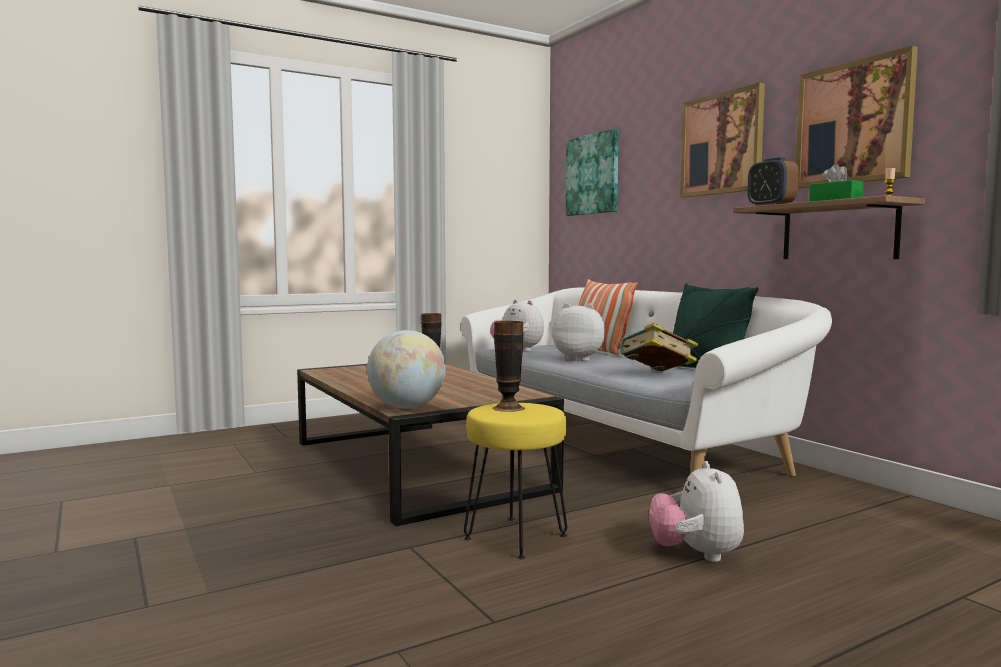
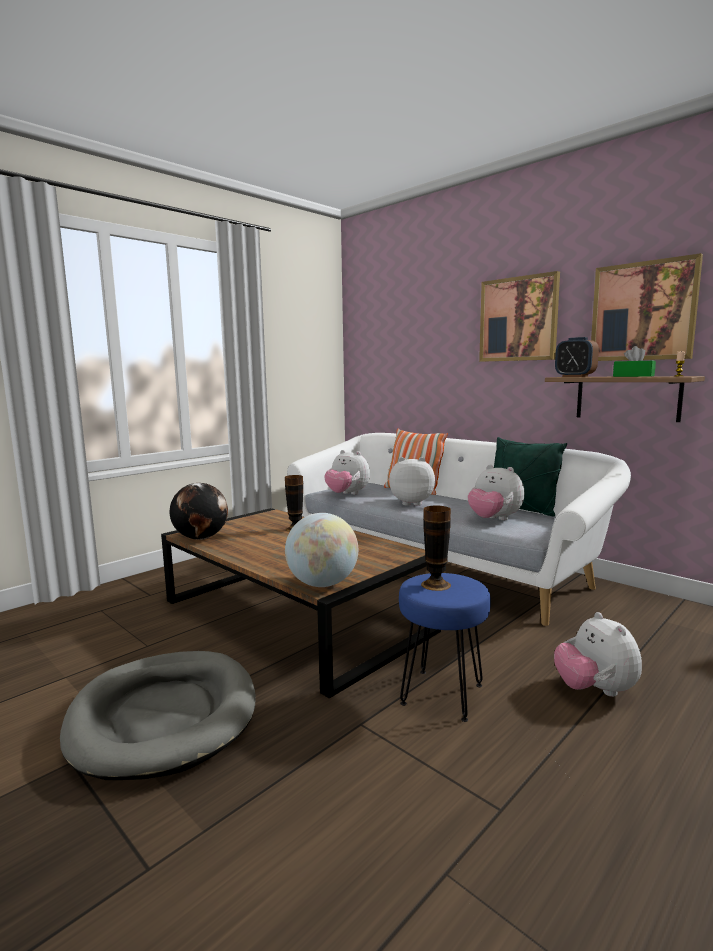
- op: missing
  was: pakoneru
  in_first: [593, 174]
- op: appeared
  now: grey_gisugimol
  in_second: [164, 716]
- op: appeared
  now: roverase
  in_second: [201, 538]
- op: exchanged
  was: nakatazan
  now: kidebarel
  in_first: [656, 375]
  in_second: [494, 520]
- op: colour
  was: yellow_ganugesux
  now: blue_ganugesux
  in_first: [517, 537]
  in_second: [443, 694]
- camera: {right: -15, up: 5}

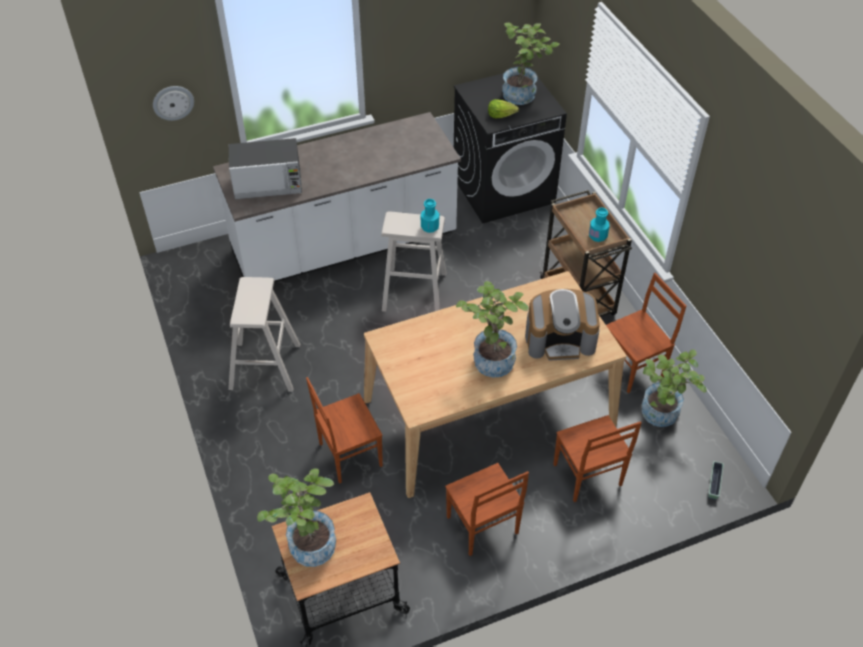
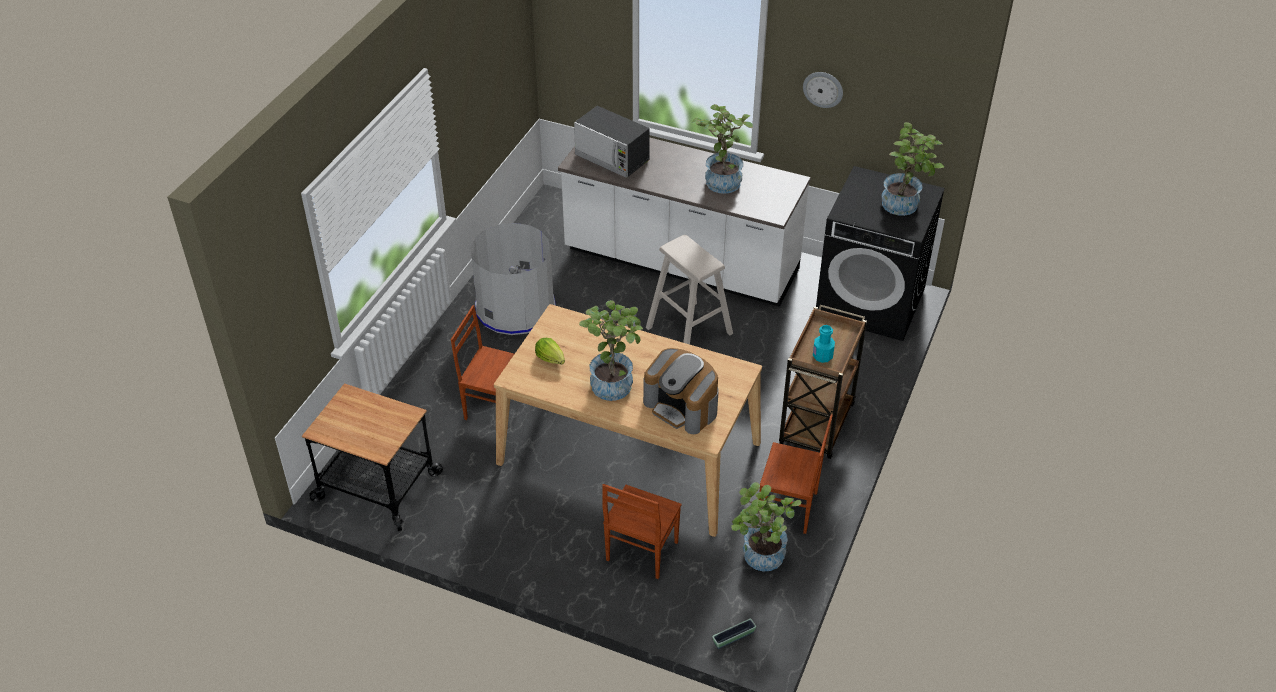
- op: missing
  was: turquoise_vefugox
  in_first: [430, 227]
- op: missing
  was: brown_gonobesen
  in_first: [482, 526]
- op: relocated
  was: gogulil
  in_first: [173, 102]
  in_second: [823, 89]
- op: relocated
  was: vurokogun
  in_first: [306, 543]
  in_second: [721, 179]
- op: relocated
  was: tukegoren
  in_first: [501, 115]
  in_second: [551, 358]
- op: exchanged
  was: beige_ganugesux
  now: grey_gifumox
  in_first: [265, 366]
  in_second: [515, 308]
- camera: {right: 45, up: -5}

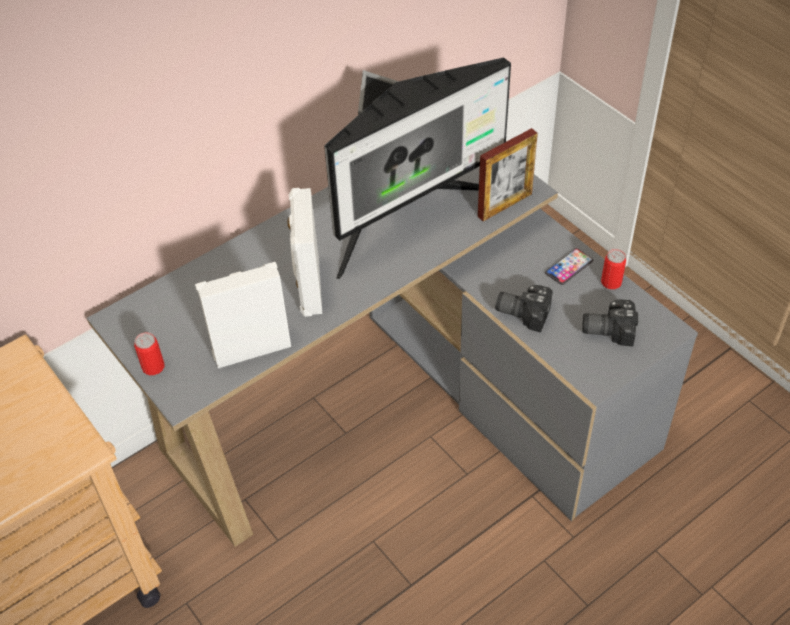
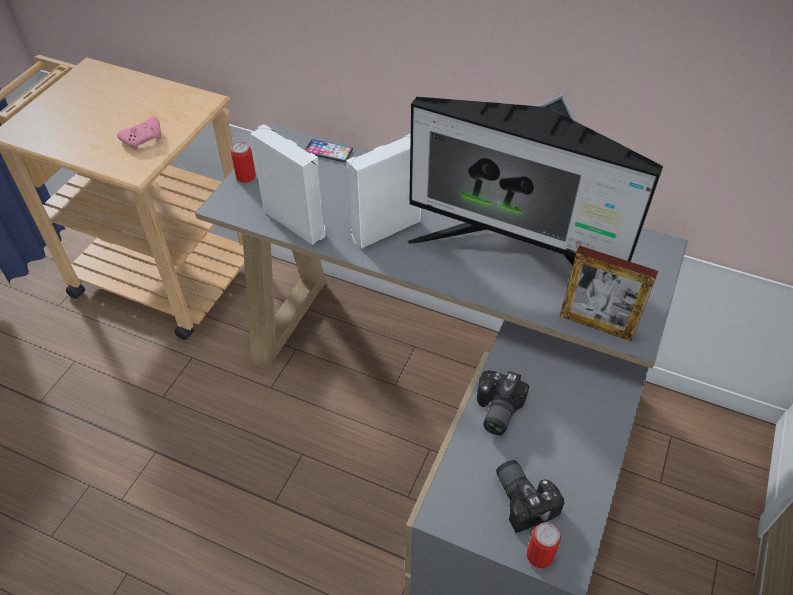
- op: appeared
  now: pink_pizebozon
  in_second: [144, 139]
- op: relocated
  was: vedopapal
  in_first: [569, 267]
  in_second: [328, 151]
- op: relocated
  was: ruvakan
  in_first: [611, 282]
  in_second: [539, 555]
- op: spun
  was: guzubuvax
  in_first: [523, 311]
  in_second: [495, 410]
  clockwise: -150
- camera: {right: 60, up: 0}

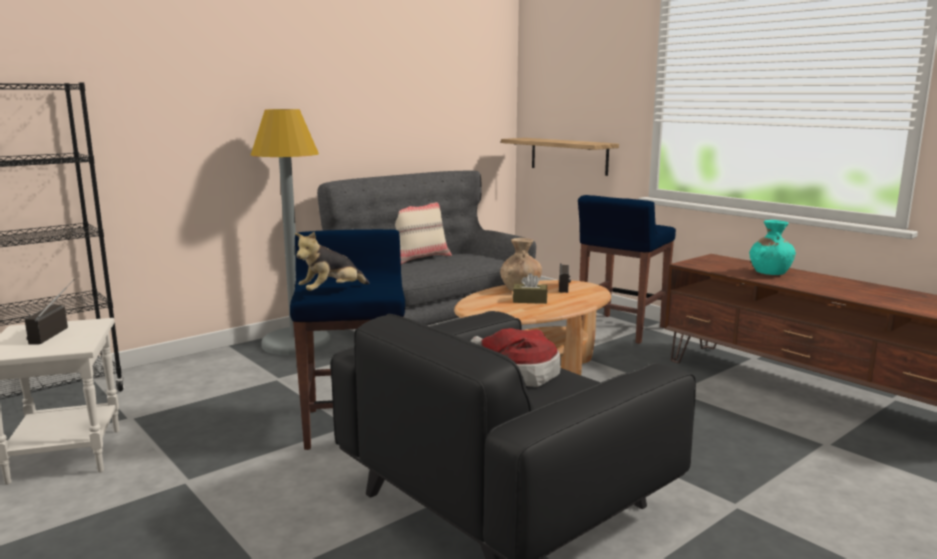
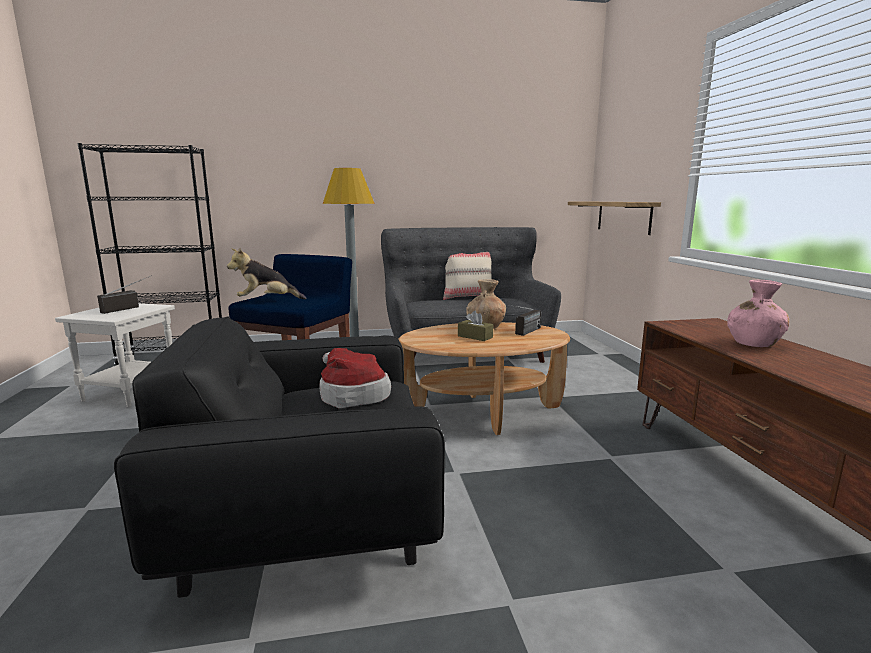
- op: missing
  was: blue_ganugesux
  in_first: [620, 329]
- op: colour
  was: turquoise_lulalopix
  now: pink_lulalopix
  in_first: [769, 273]
  in_second: [753, 344]
- camera: {right: 30, up: 0}

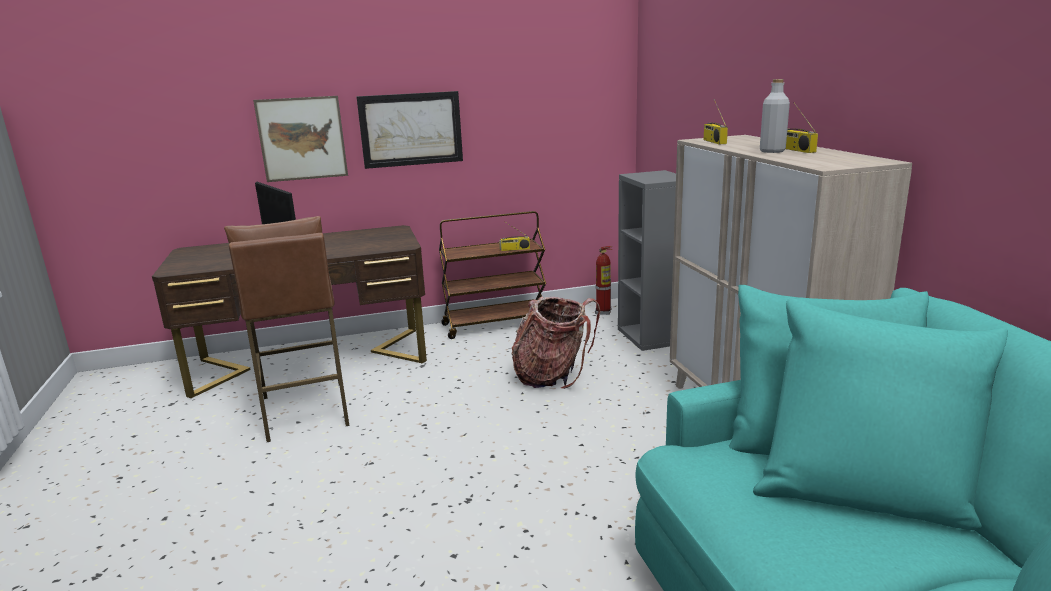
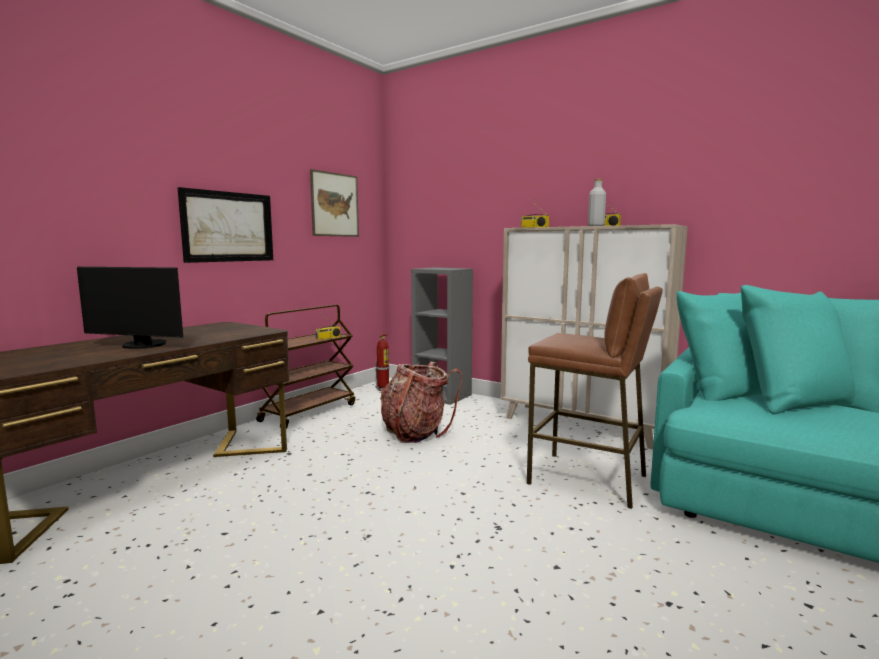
- op: relocated
  was: brown_ganugesux
  in_first: [305, 411]
  in_second: [588, 479]
- op: relocated
  was: pakoneru
  in_first: [302, 138]
  in_second: [335, 205]
- camera: {right: -40, up: -10}

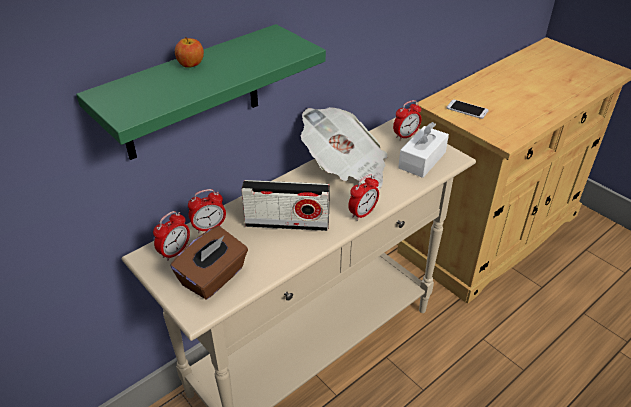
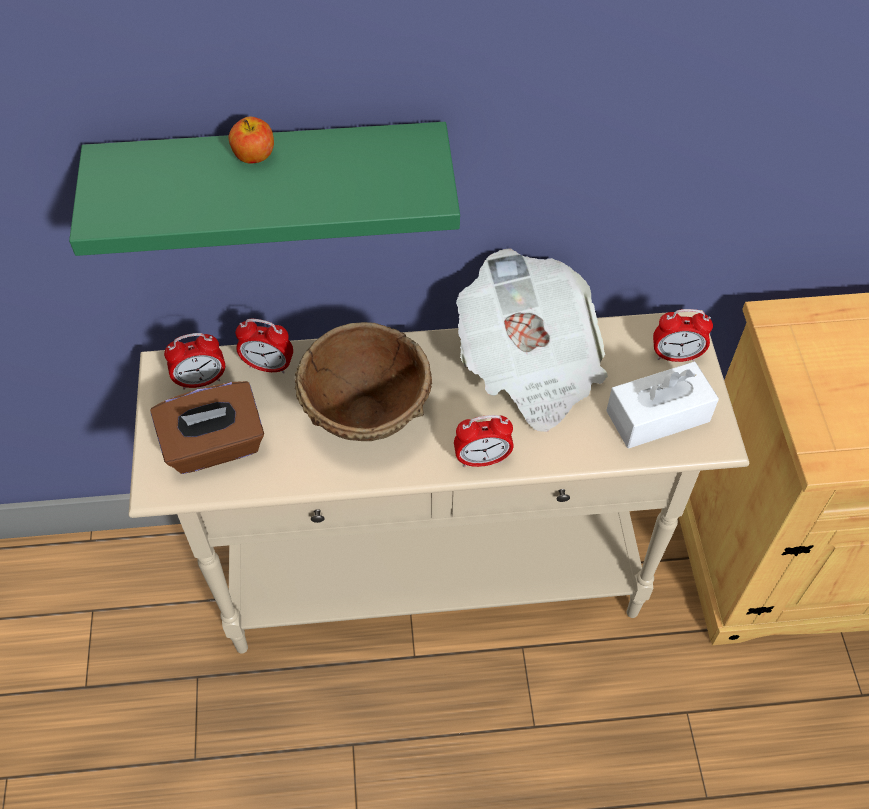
- op: missing
  was: vedopapal
  in_first: [467, 109]
- op: exchanged
  was: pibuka
  now: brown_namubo
  in_first: [287, 223]
  in_second: [368, 416]
- camera: {right: 35, up: 15}

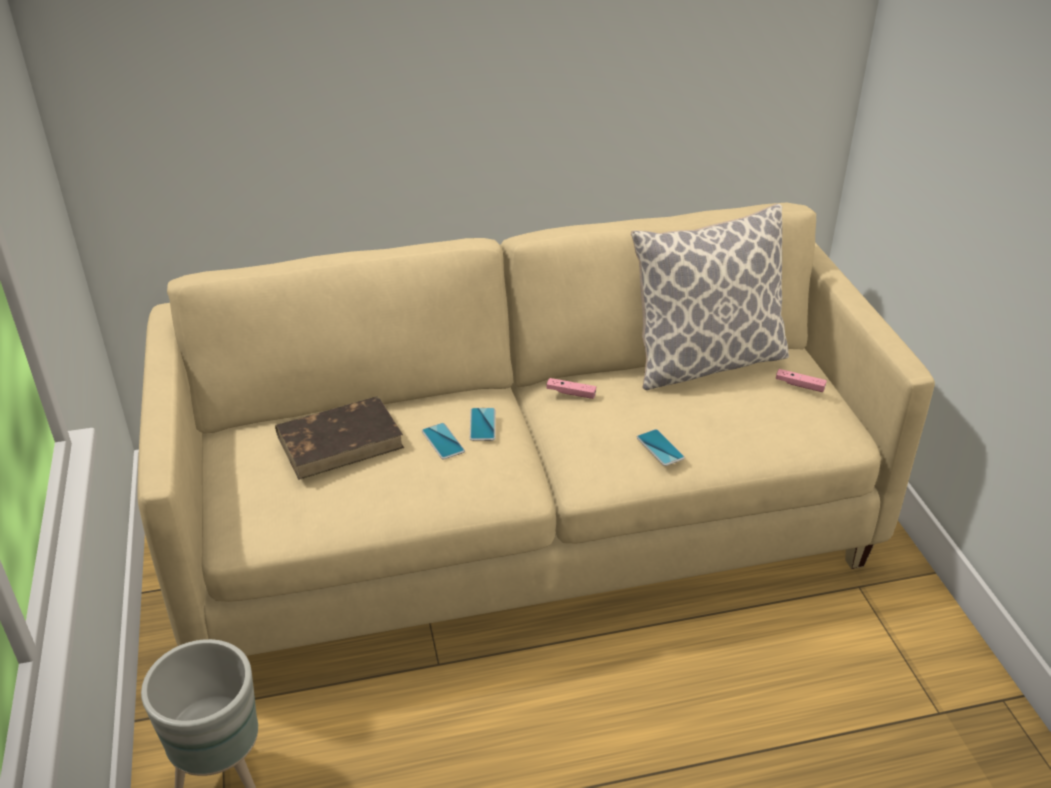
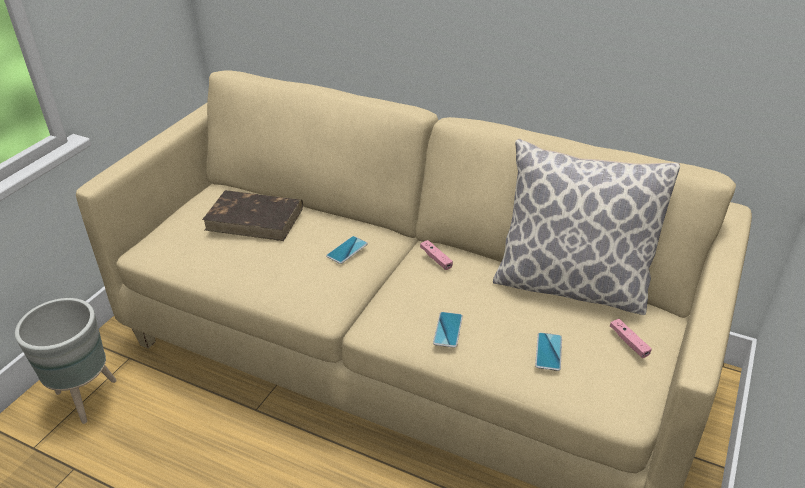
- op: relocated
  was: vedopapal
  in_first: [443, 441]
  in_second: [548, 352]
- camera: {right: 40, up: 0}

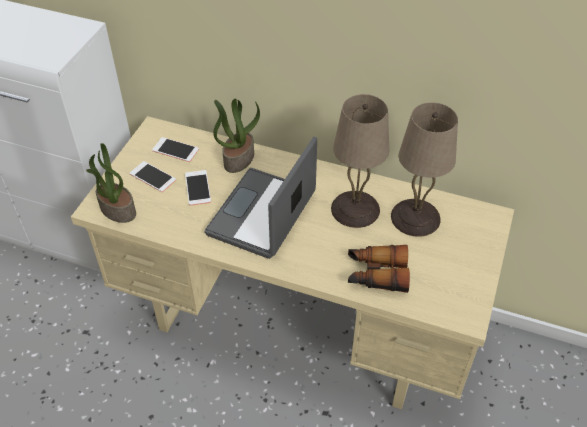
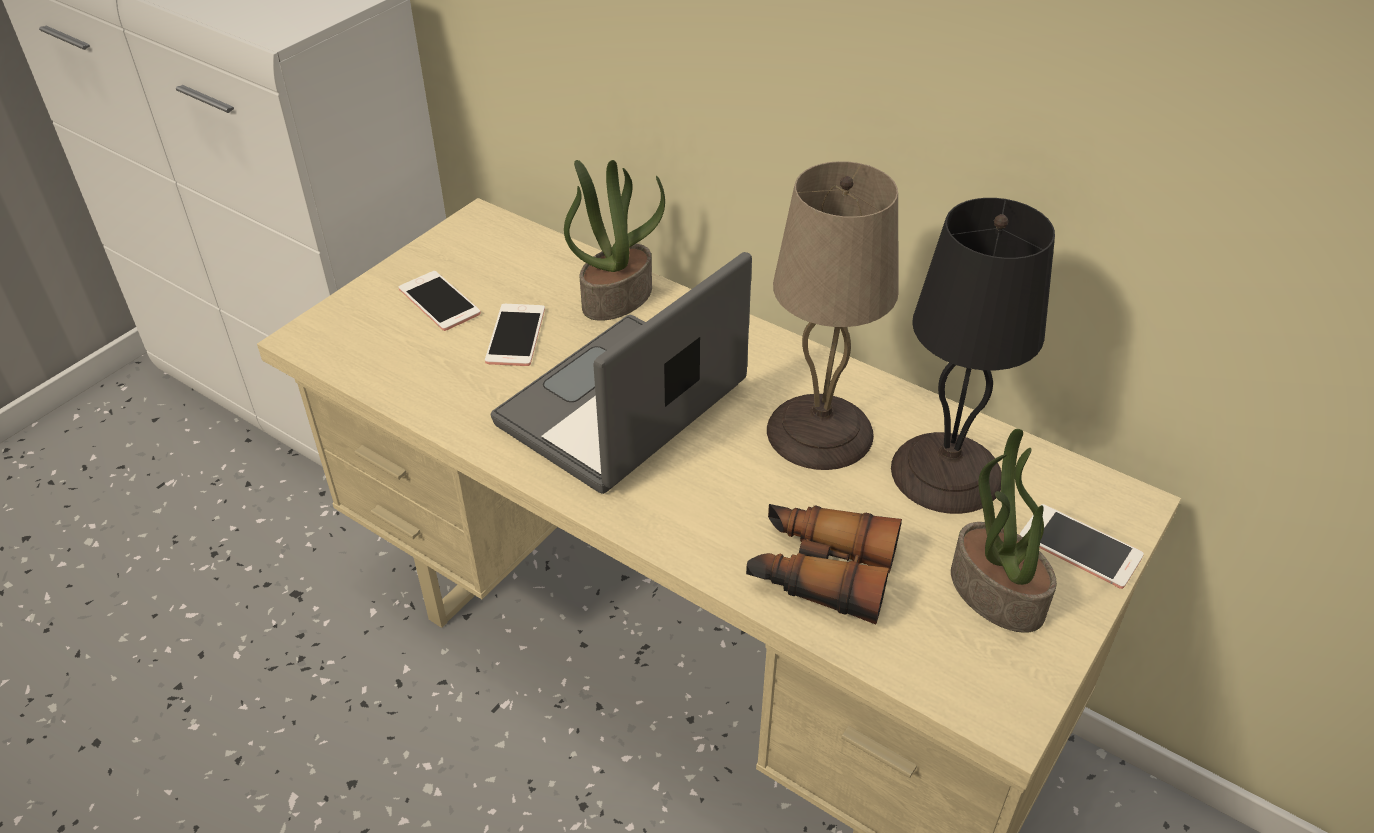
- op: relocated
  was: vurokogun
  in_first: [117, 210]
  in_second: [994, 593]
- op: relocated
  was: vedopapal
  in_first: [175, 150]
  in_second: [1080, 547]
- op: colour
  was: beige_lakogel
  now: black_lakogel
  in_first: [414, 218]
  in_second: [944, 473]
- camera: {right: 15, up: -5}

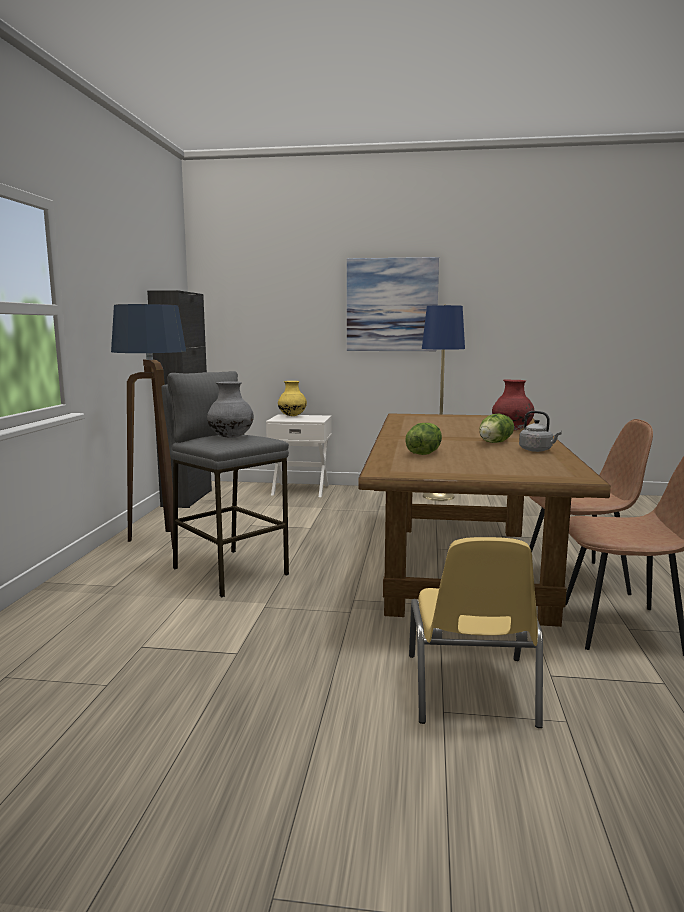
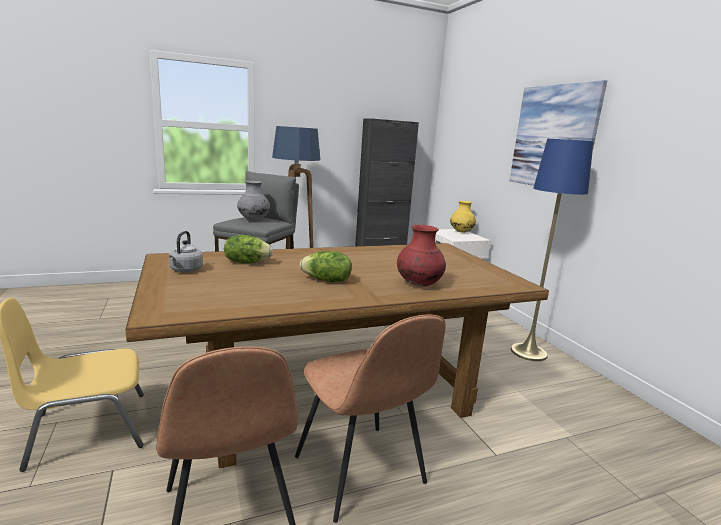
- op: relocated
  was: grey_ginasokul
  in_first: [537, 450]
  in_second: [185, 270]
- camera: {right: 60, up: 5}

